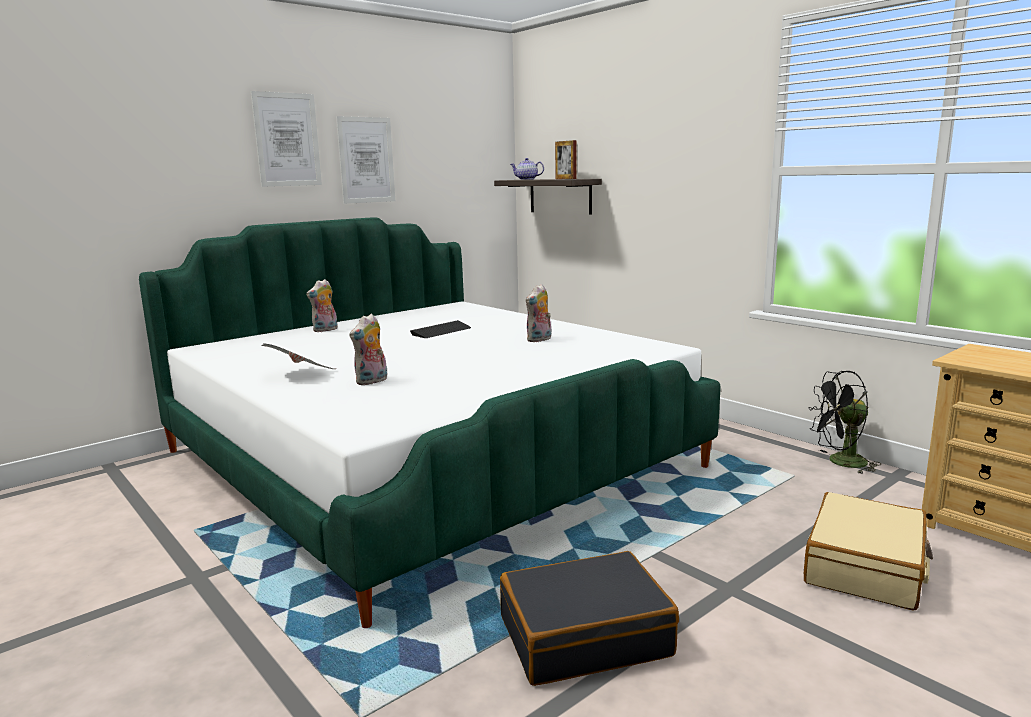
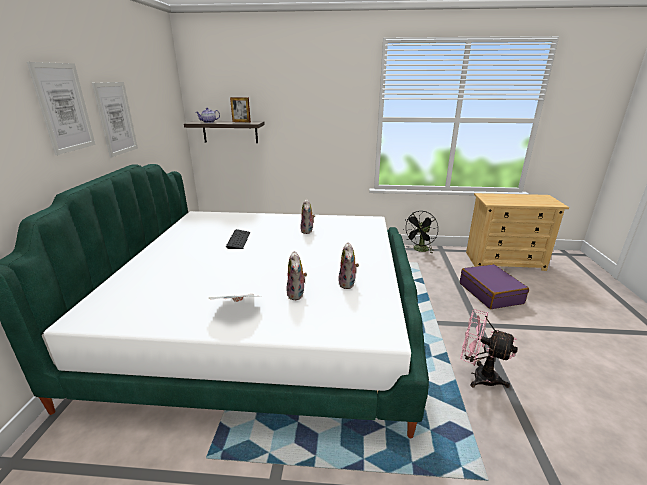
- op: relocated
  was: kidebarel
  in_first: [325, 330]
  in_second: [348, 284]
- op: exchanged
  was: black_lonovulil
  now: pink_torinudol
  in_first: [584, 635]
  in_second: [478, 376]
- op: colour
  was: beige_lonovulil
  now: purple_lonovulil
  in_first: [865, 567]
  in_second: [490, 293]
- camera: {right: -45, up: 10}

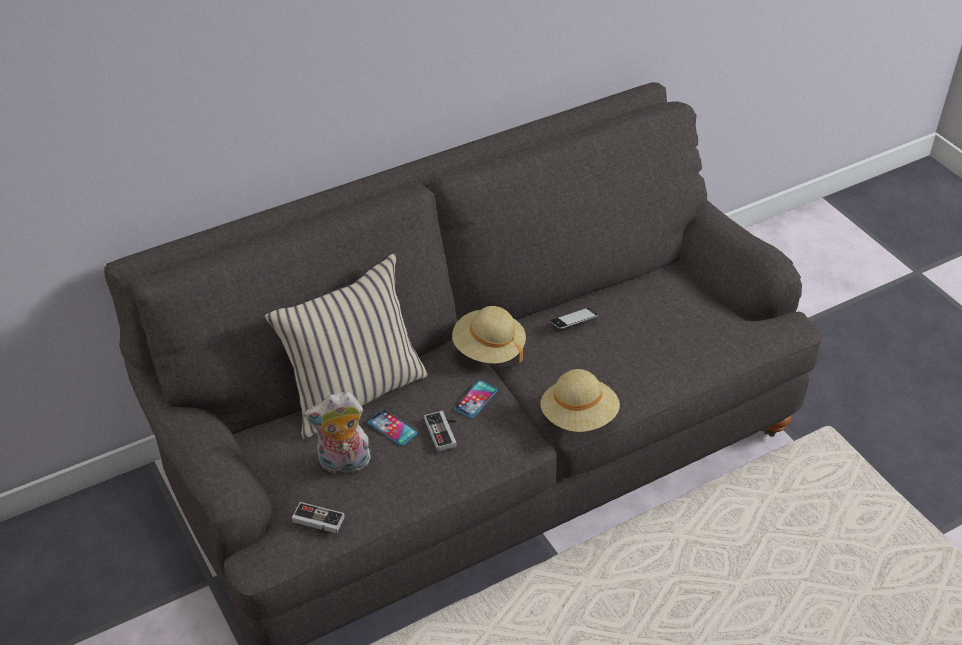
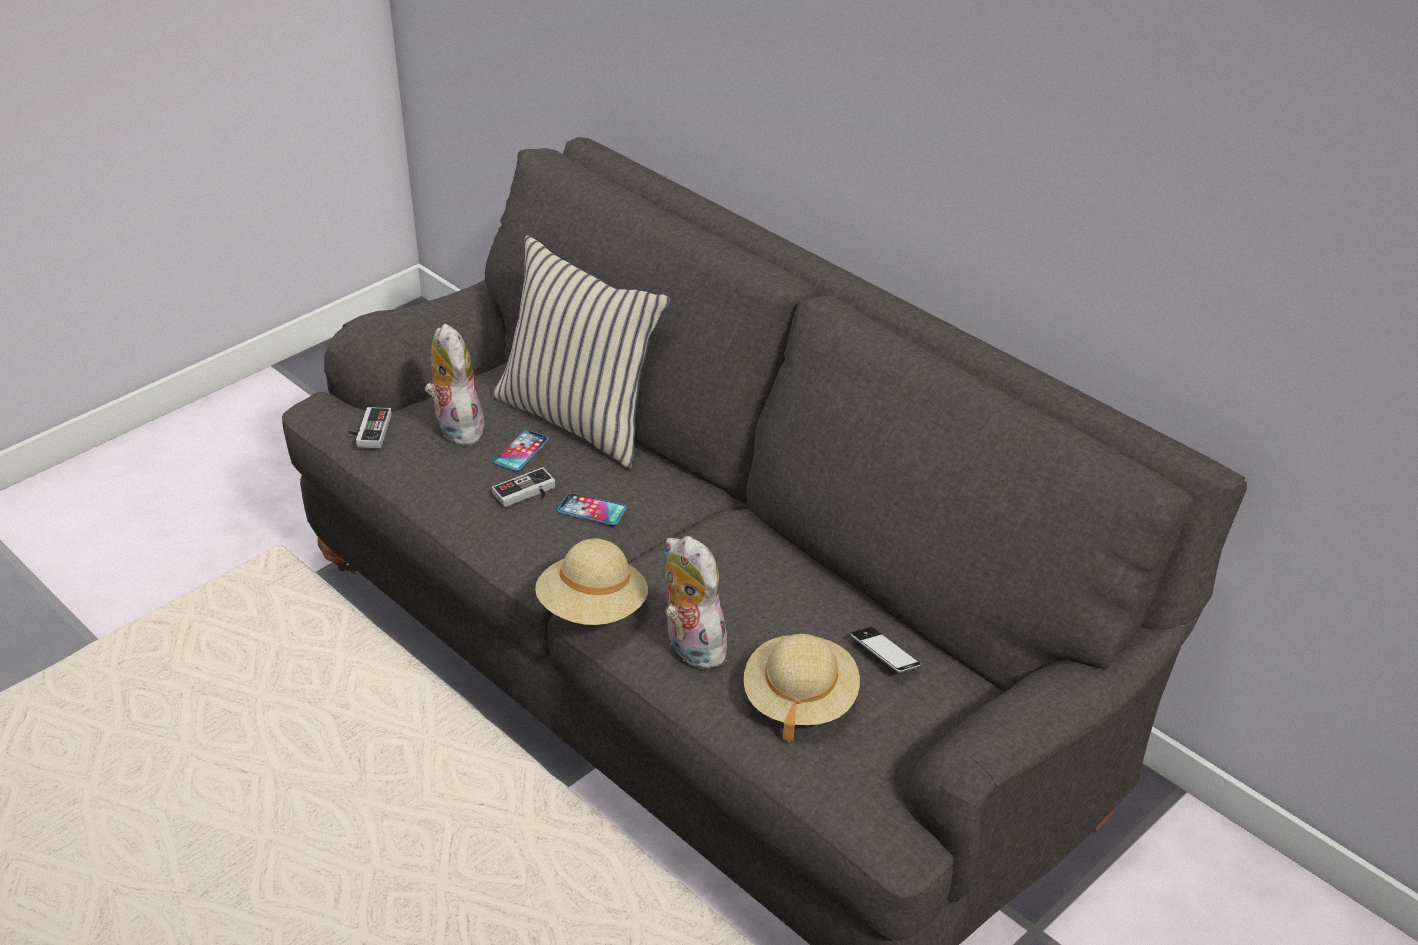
- op: appeared
  now: kidebarel
  in_second: [690, 647]
- op: relocated
  was: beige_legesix
  in_first: [488, 349]
  in_second: [799, 700]
- op: relocated
  was: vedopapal
  in_first: [573, 321]
  in_second: [884, 654]
- camera: {right: 75, up: -5}

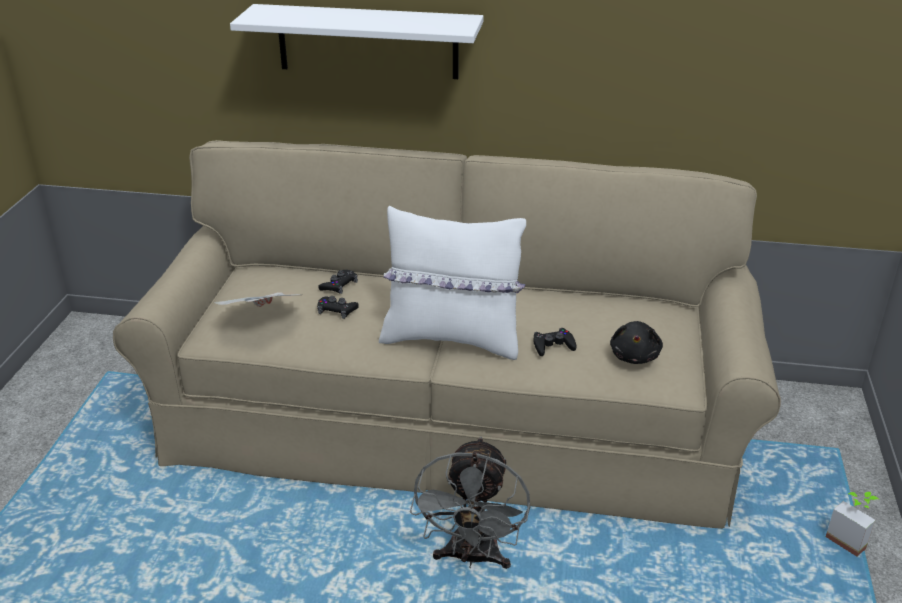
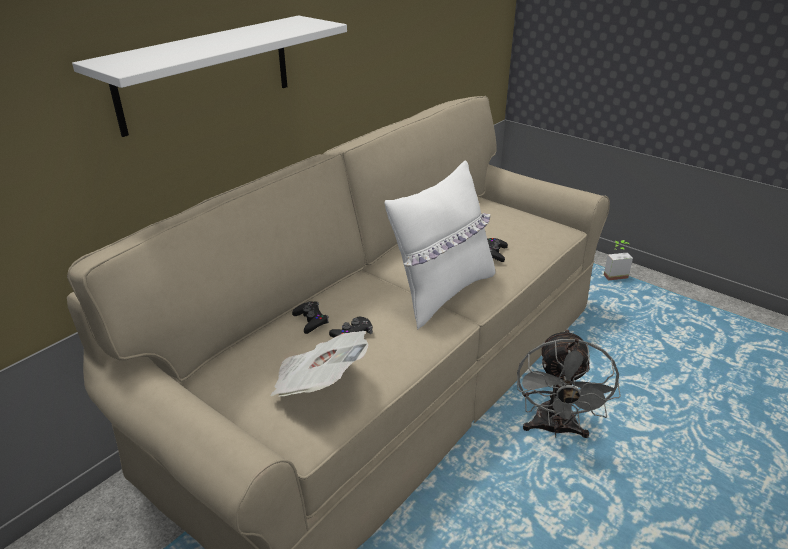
- op: missing
  was: black_kidebarel
  in_first: [635, 356]
- op: spun
  was: grey_torinudol
  in_first: [472, 558]
  in_second: [555, 429]
  clockwise: 60
- camera: {right: -60, up: 0}

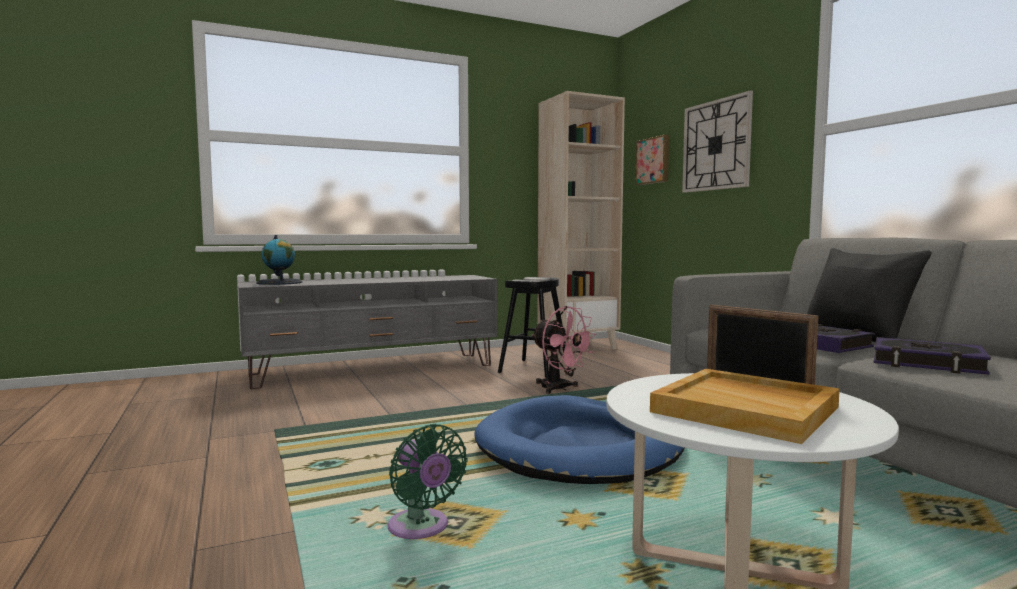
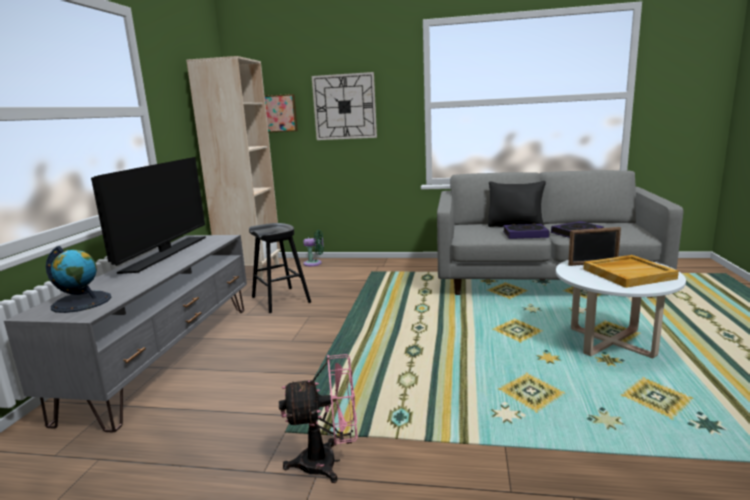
- op: missing
  was: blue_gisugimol
  in_first: [581, 448]
- op: appeared
  now: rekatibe
  in_second: [165, 254]
- op: relocated
  was: green_torinudol
  in_first: [421, 529]
  in_second: [314, 263]
- op: relocated
  was: pink_torinudol
  in_first: [559, 389]
  in_second: [328, 462]
- camera: {right: -55, up: 10}

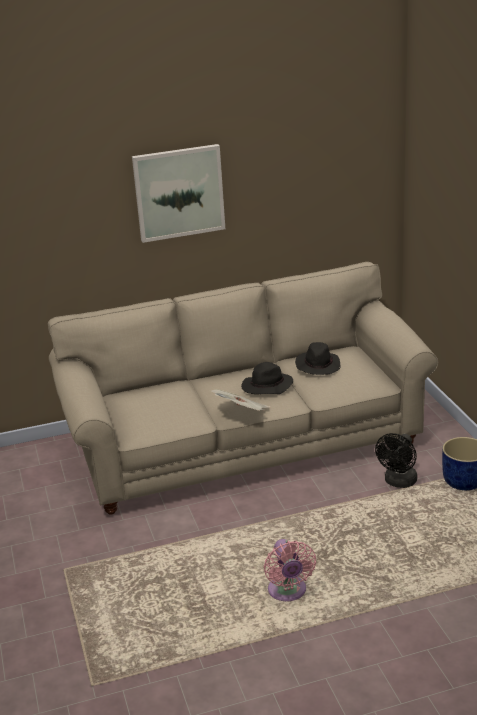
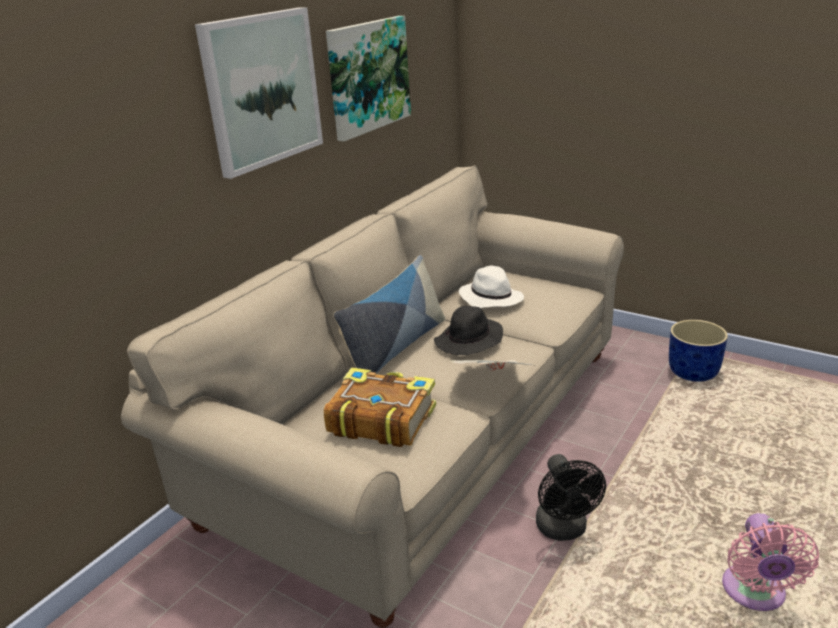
- op: appeared
  now: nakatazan
  in_second: [381, 419]
- op: appeared
  now: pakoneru
  in_second: [367, 76]
- op: appeared
  now: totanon
  in_second: [395, 348]
- op: relocated
  was: black_torinudol
  in_first: [399, 482]
  in_second: [564, 530]
- op: colour
  was: black_legesix
  now: white_legesix
  in_first: [317, 366]
  in_second: [490, 298]
- op: spun
  was: pink_torinudol
  in_first: [288, 592]
  in_second: [755, 594]
  clockwise: 60
- camera: {right: -40, up: 0}

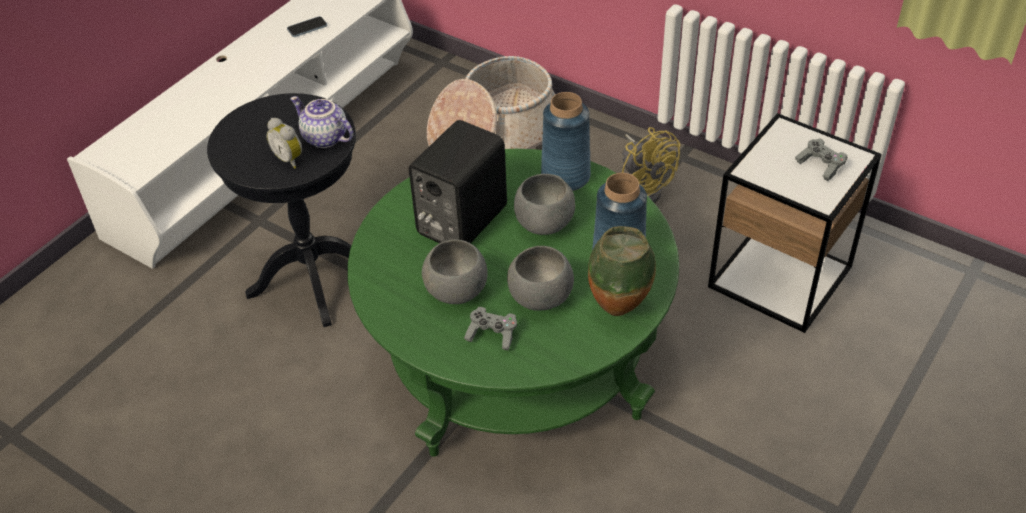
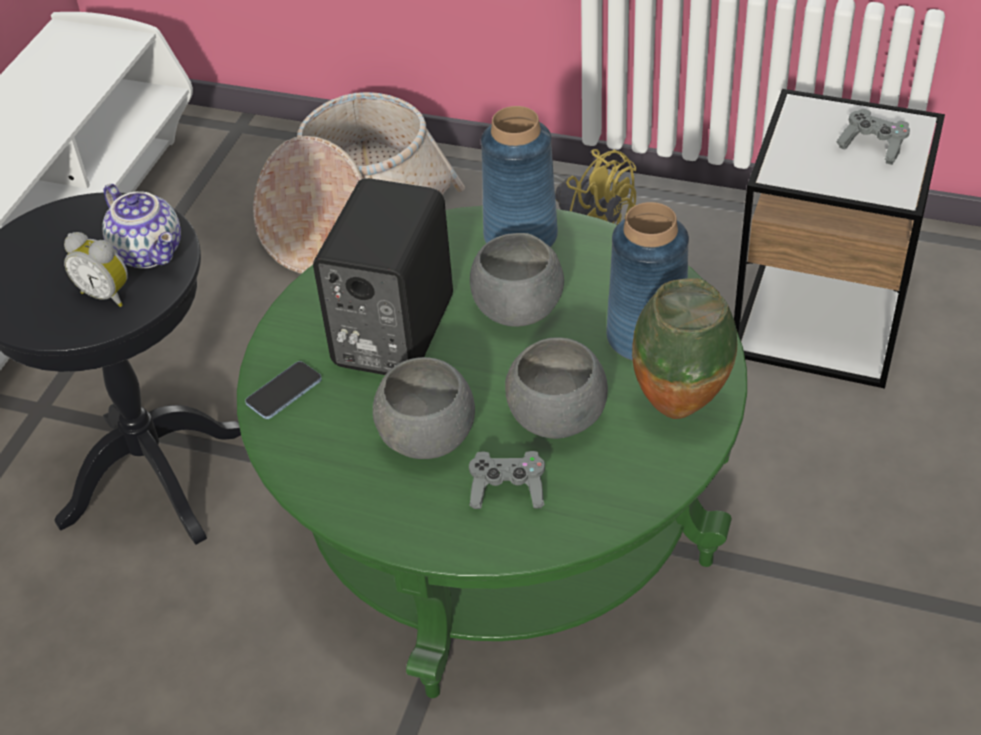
- op: relocated
  was: vedopapal
  in_first: [307, 28]
  in_second: [284, 392]
- op: spun
  was: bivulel
  in_first: [324, 138]
  in_second: [150, 252]
  clockwise: -150
- camera: {right: -15, up: 0}

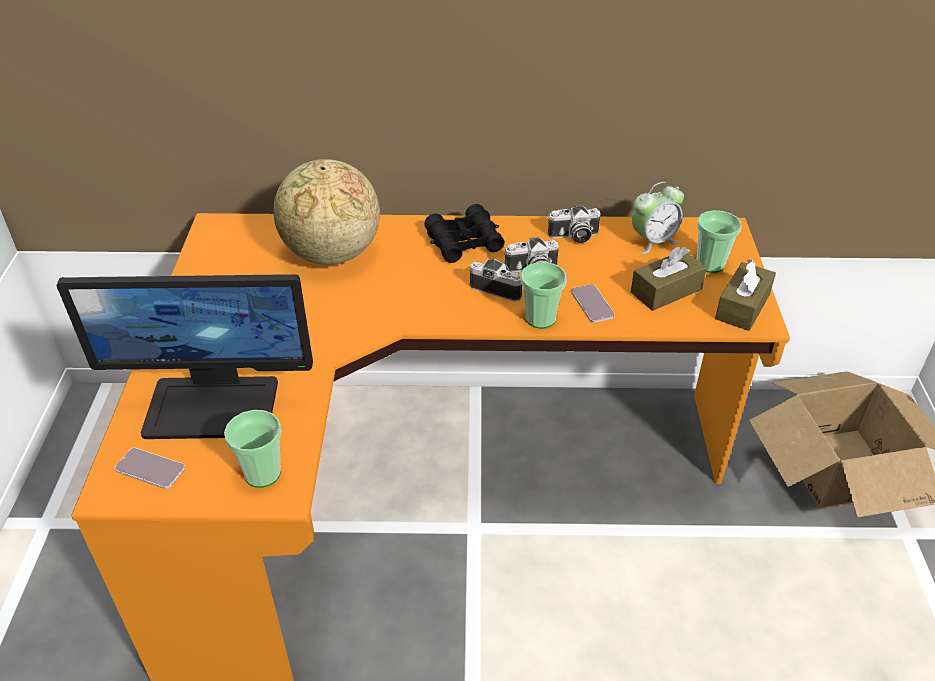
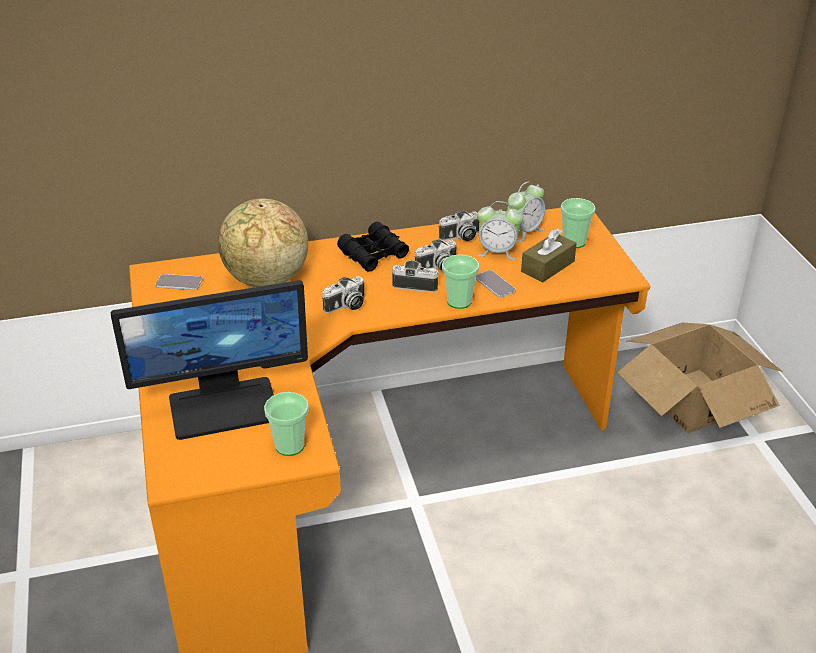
- op: missing
  was: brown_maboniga
  in_first: [742, 307]
- op: appeared
  now: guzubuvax
  in_second: [346, 306]
- op: appeared
  now: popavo
  in_second: [497, 252]
- op: relocated
  was: vedopapal
  in_first: [150, 469]
  in_second: [179, 283]
- camera: {right: -15, up: -5}

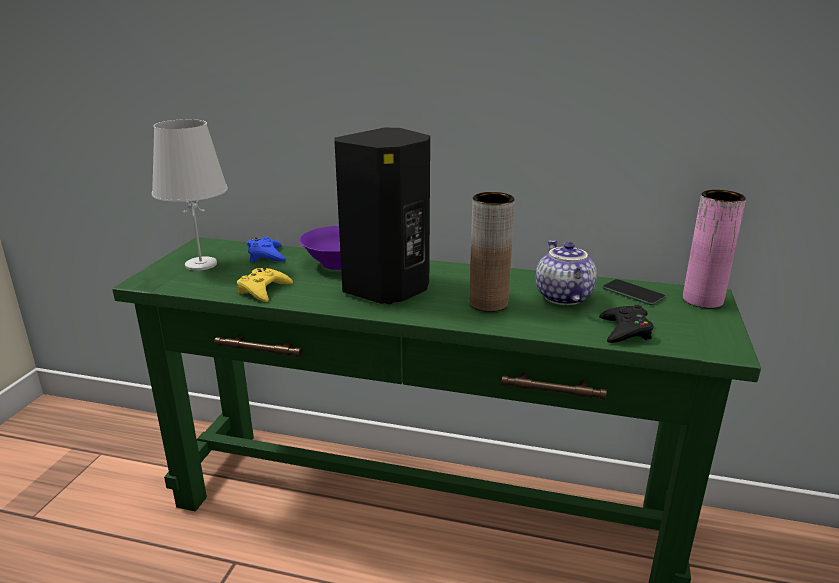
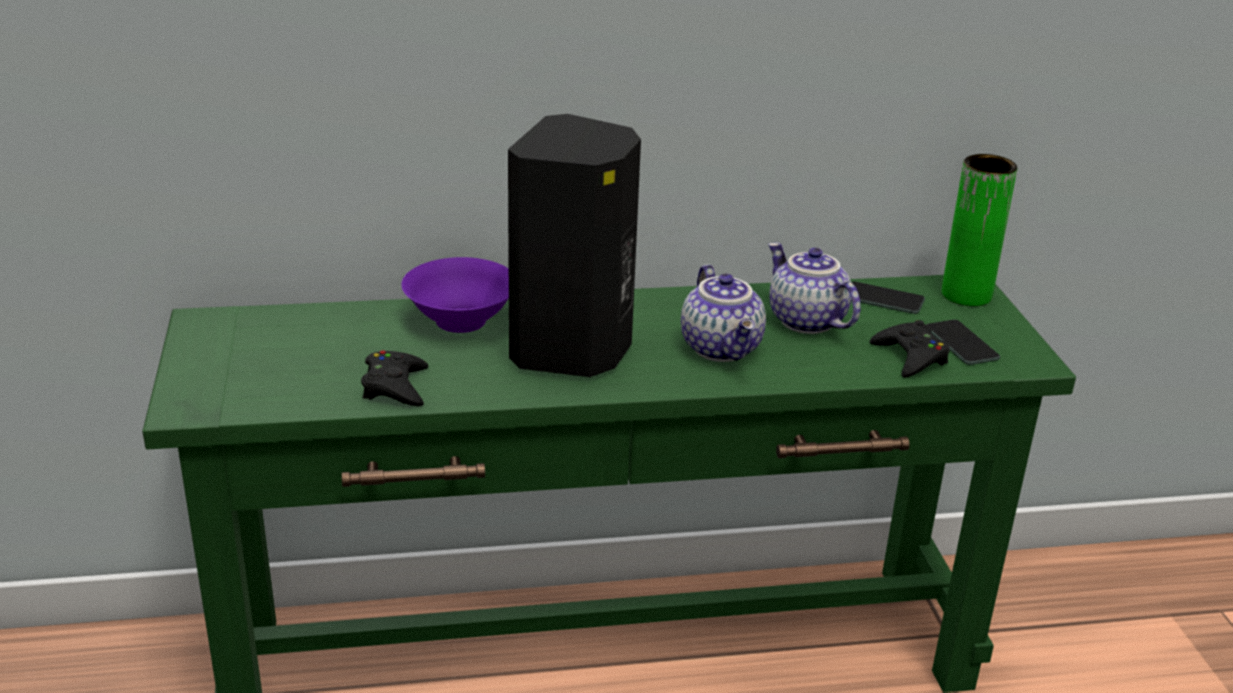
- op: missing
  was: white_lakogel
  in_first: [201, 264]
- op: missing
  was: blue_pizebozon
  in_first: [266, 255]
- op: appeared
  now: vedopapal
  in_second: [961, 343]
- op: exchanged
  was: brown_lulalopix
  now: bivulel
  in_first: [488, 303]
  in_second: [723, 348]
- op: colour
  was: yellow_pizebozon
  now: black_pizebozon
  in_first: [263, 290]
  in_second: [395, 387]
- op: colour
  was: pink_lulalopix
  now: green_lulalopix
  in_first: [702, 300]
  in_second: [966, 295]
- camera: {right: -25, up: 5}

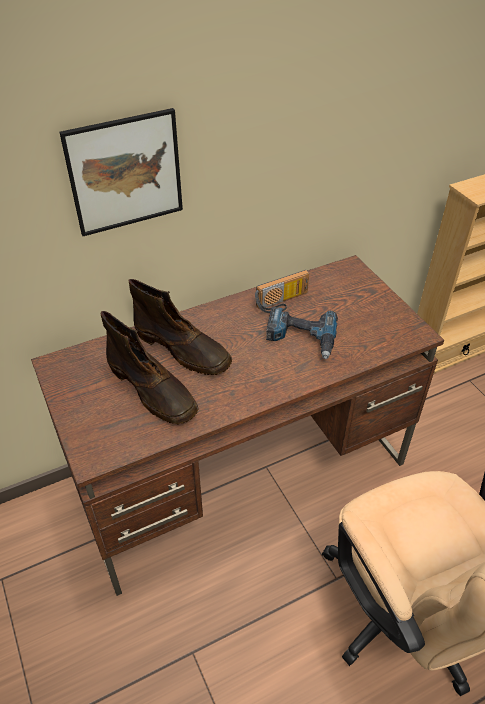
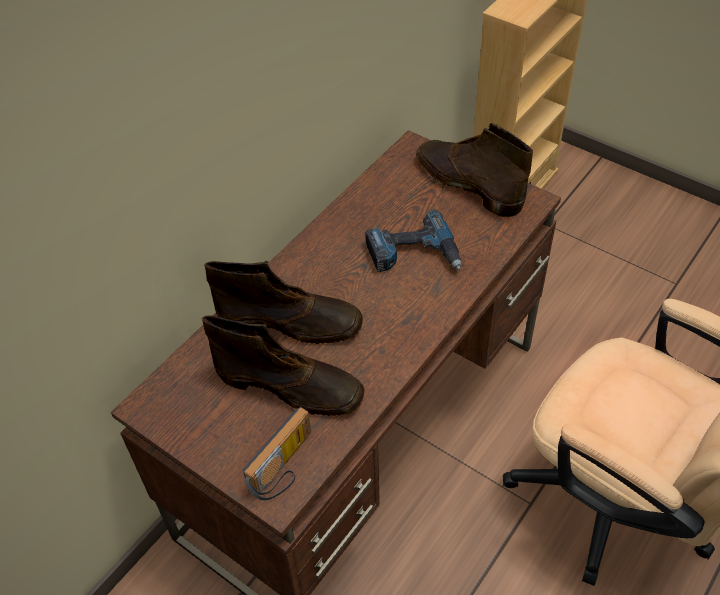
- op: missing
  was: pakoneru
  in_first: [125, 173]
- op: appeared
  now: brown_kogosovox
  in_second: [467, 183]
- op: relocated
  was: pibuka
  in_first: [283, 303]
  in_second: [285, 467]
- camera: {right: -25, up: 5}

